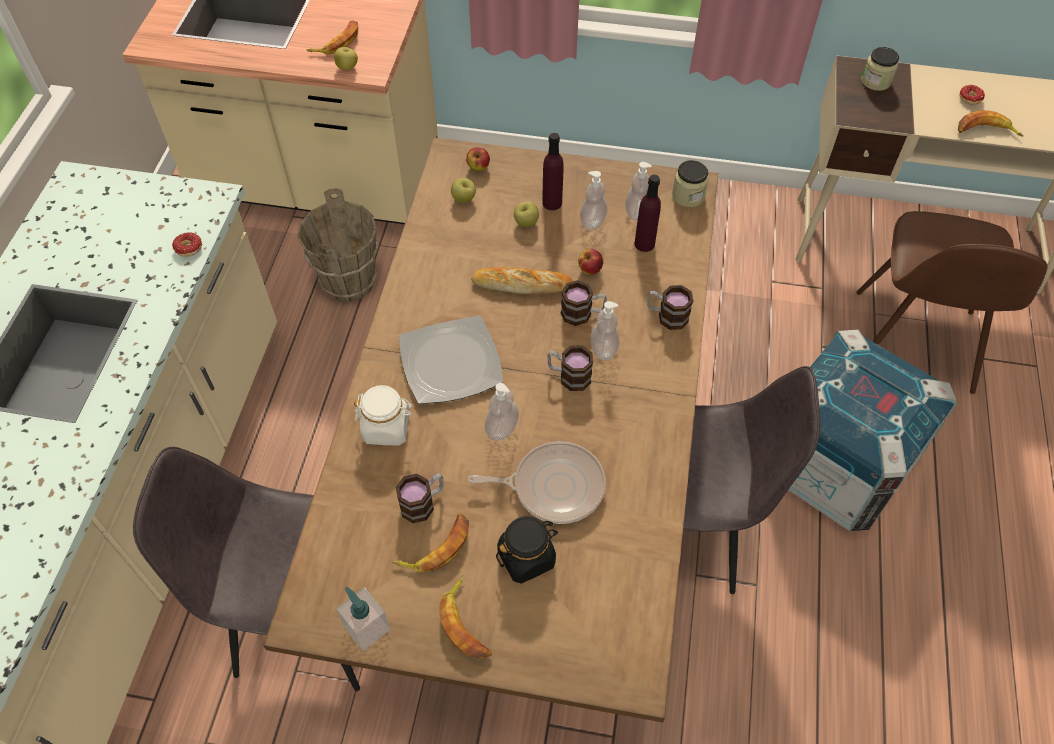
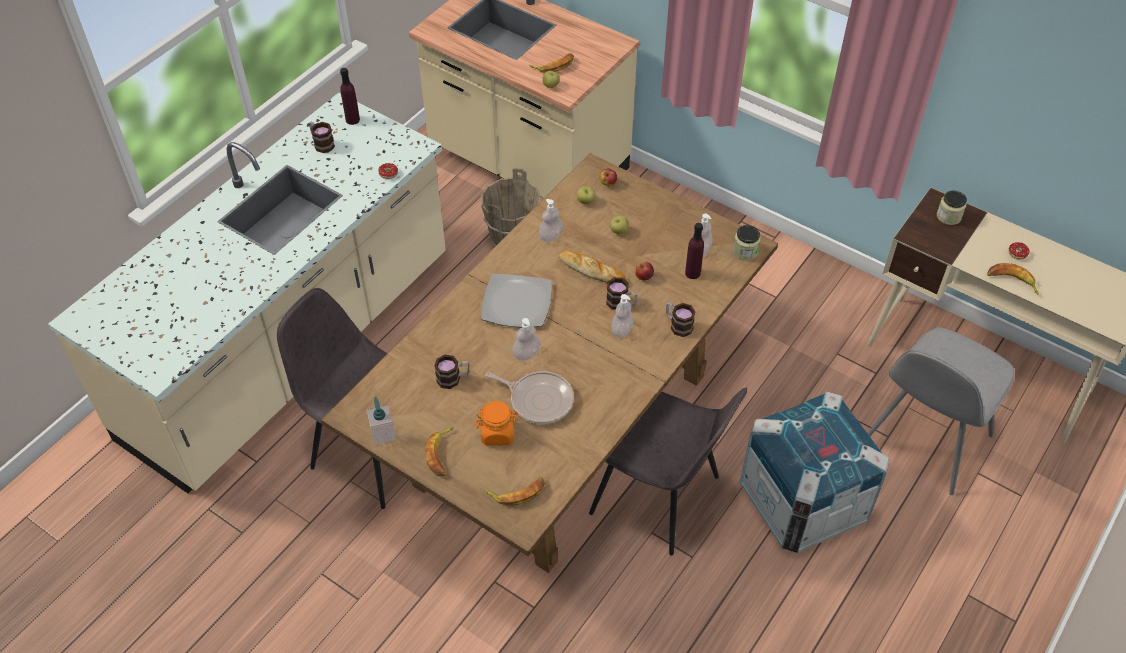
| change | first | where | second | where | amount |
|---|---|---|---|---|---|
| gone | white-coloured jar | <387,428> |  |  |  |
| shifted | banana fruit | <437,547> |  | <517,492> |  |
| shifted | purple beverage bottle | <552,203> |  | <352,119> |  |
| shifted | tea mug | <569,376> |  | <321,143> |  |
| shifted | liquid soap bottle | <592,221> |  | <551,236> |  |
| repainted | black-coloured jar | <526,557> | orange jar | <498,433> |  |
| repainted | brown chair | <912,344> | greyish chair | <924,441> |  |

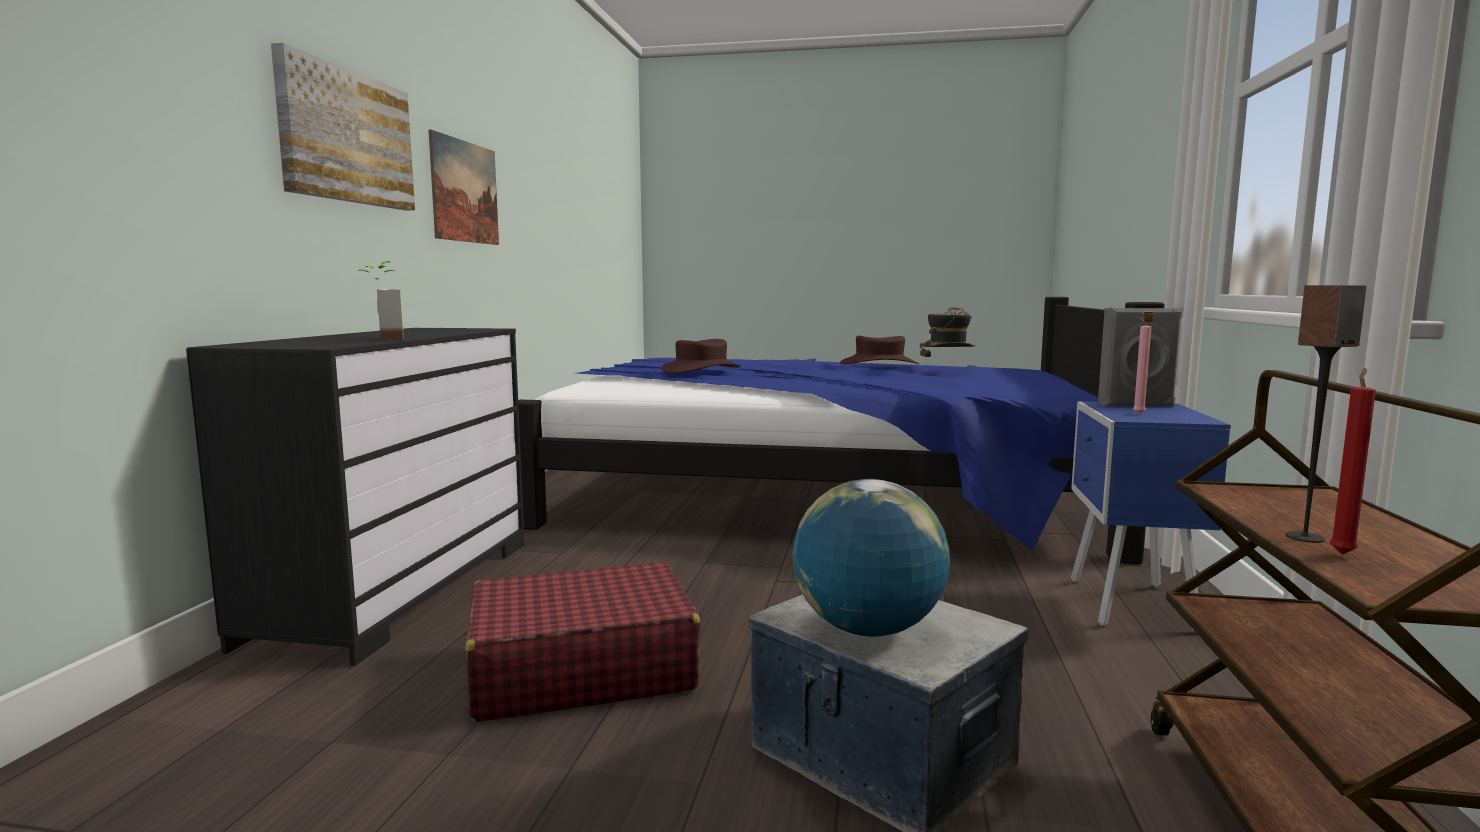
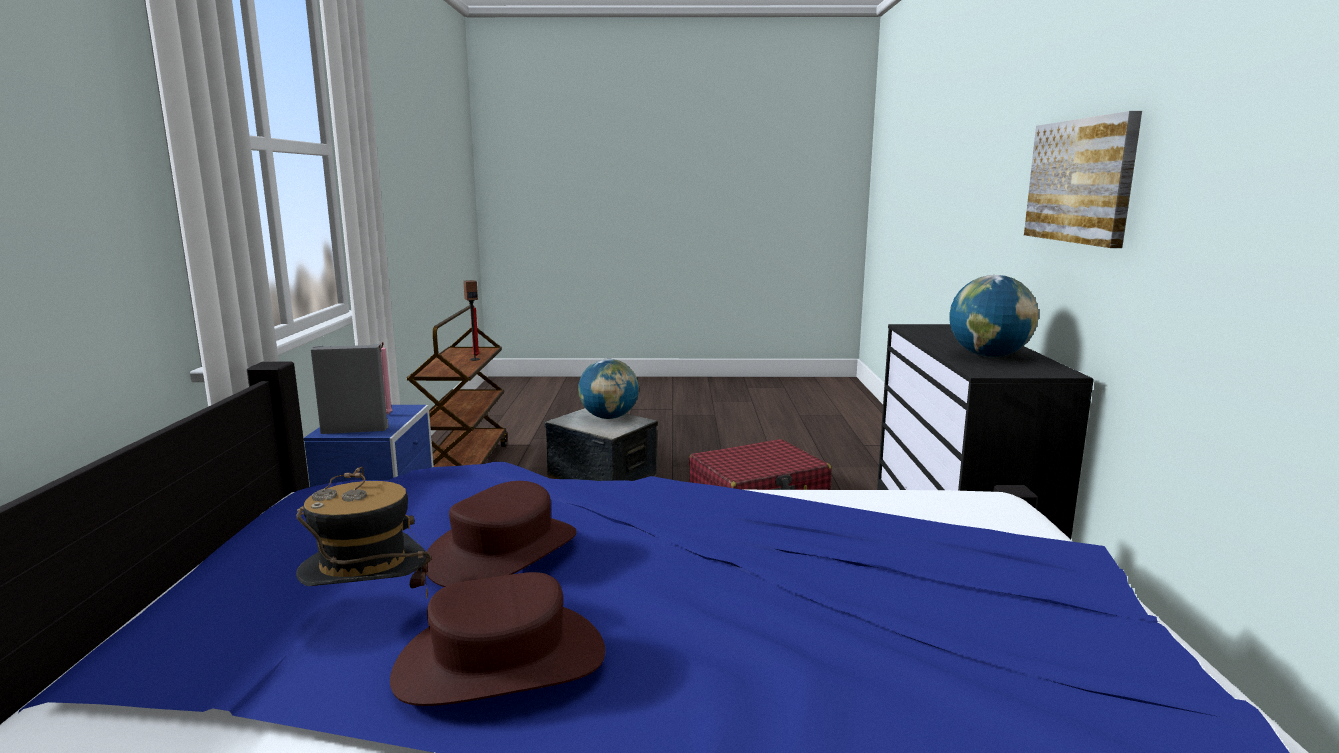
| change | first | where | second | where | amount |
|---|---|---|---|---|---|
| gone | houseplant | <382,339> |  |  |  |
| gone | wall picture | <465,192> |  |  |  |
| new |  |  | desk globe | <988,356> |  |
| shifted | brown clothing hat | <701,370> |  | <503,551> |  |

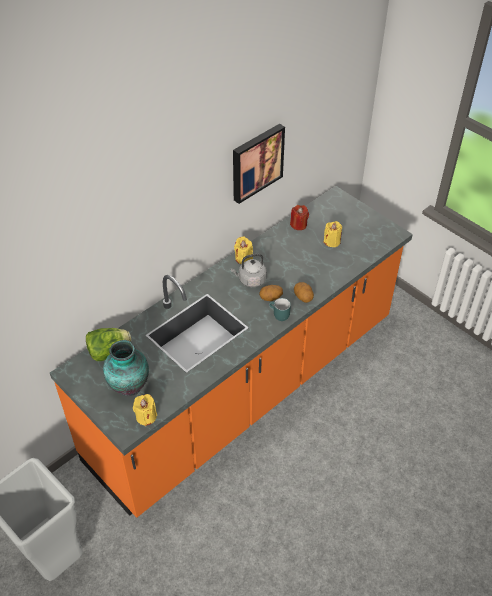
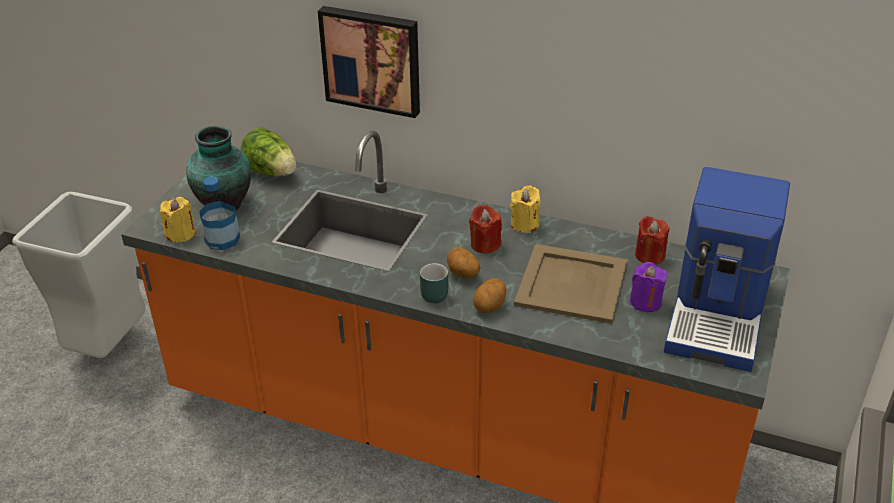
| change | first | where | second | where | amount |
|---|---|---|---|---|---|
| new |  |  | beverage bottle | <222,239> |  |
| new |  |  | beige carrying tray | <571,283> |  |
| new |  |  | coffee machine | <719,314> |  |
| shifted | wall picture | <256,162> |  | <372,59> |  |
| swapped | greyish water kettle | <250,280> | red wax candle | <485,244> |  |
| repainted | yellow wax candle | <332,241> | purple wax candle | <645,302> |  |

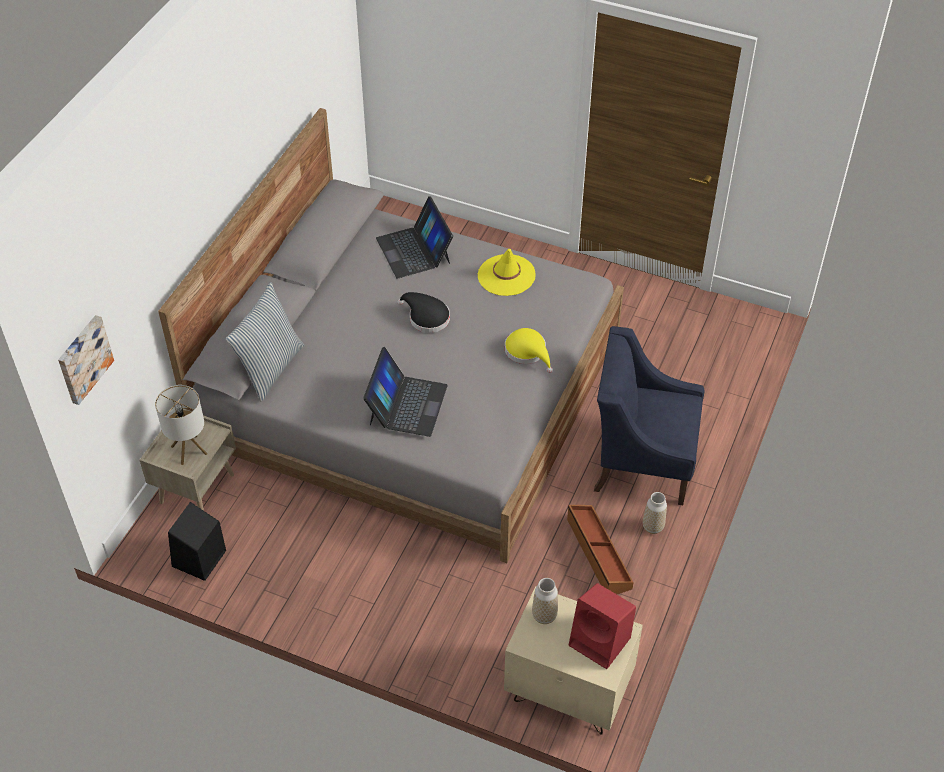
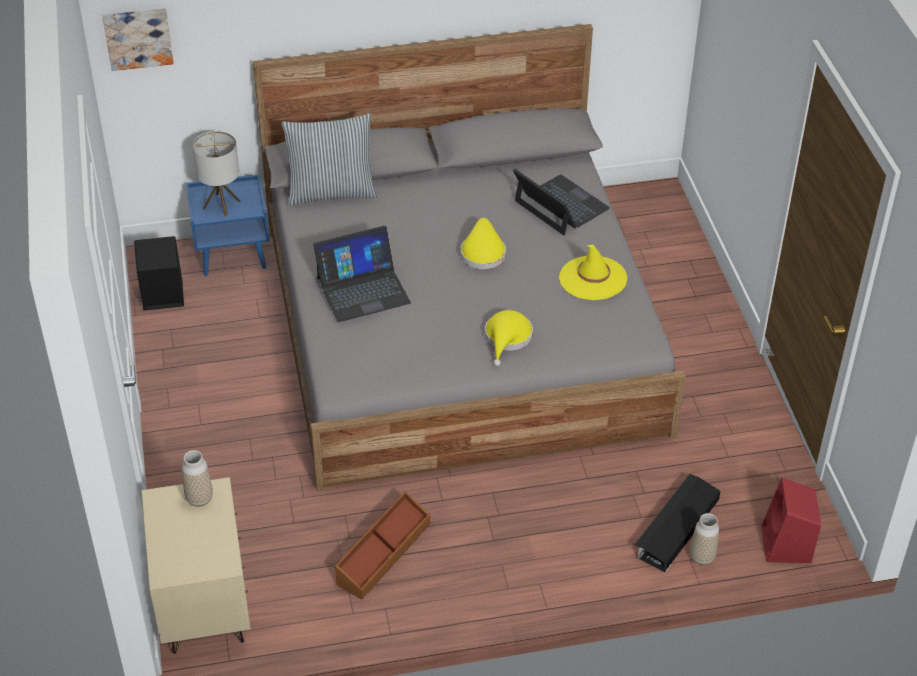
| change | first | where | second | where | amount |
|---|---|---|---|---|---|
| gone | blue-coloured lounge chair | <642,460> |  |  |  |
| new |  |  | black-coloured storage box | <675,527> |  |
| shifted | red loudspeaker | <601,642> |  | <786,546> |  |
| shifted | flower vase | <653,527> |  | <702,557> |  |
| repainted | beige nightstand | <197,488> | blue-coloured nightstand | <233,255> |  |
| repainted | black-coloured clothing hat | <426,317> | yellow clothing hat | <482,252> |  |
| rotated | notebook computer | <414,250> |  | <560,205> | 105 degrees clockwise |

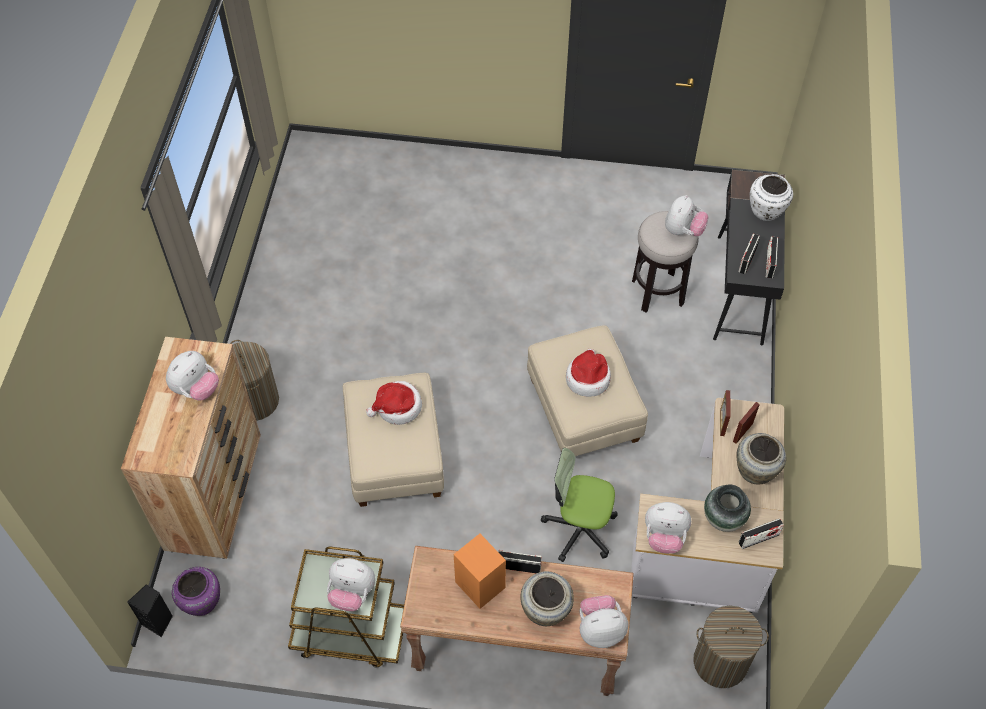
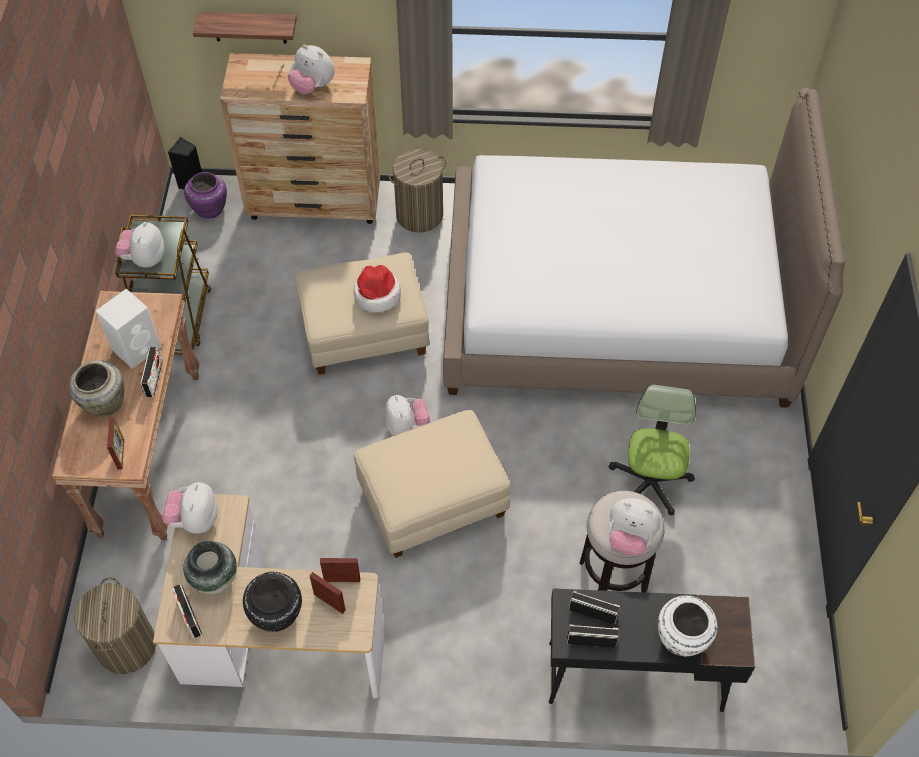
| change | first | where | second | where | amount |
|---|---|---|---|---|---|
| gone | clothing hat | <587,378> |  |  |  |
| new |  |  | standing frame | <120,454> |  |
| new |  |  | bracket shelf | <249,27> |  |
| new |  |  | bed | <617,305> |  |
| shifted | desk chair | <579,528> |  | <650,482> |  |
| shifted | soft toy | <600,629> |  | <406,427> |  |
| repainted | orange loudspeaker | <479,584> | white-coloured loudspeaker | <137,347> |  |
| repainted | beige flower vase | <756,471> | black-coloured flower vase | <277,616> |  |

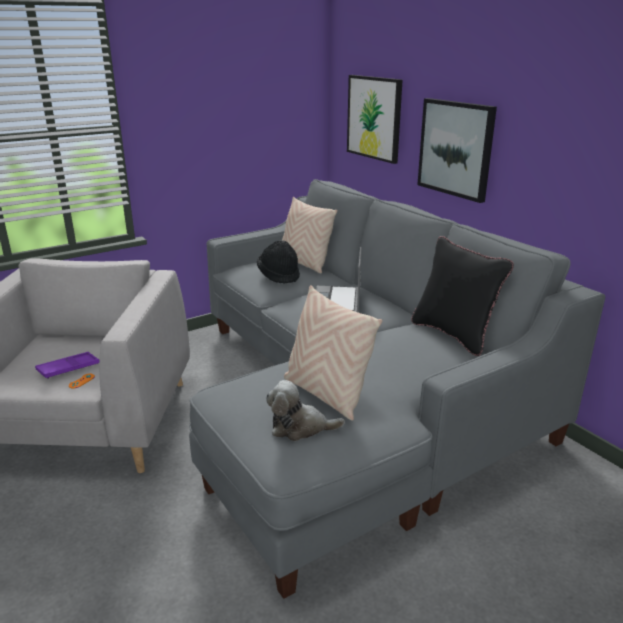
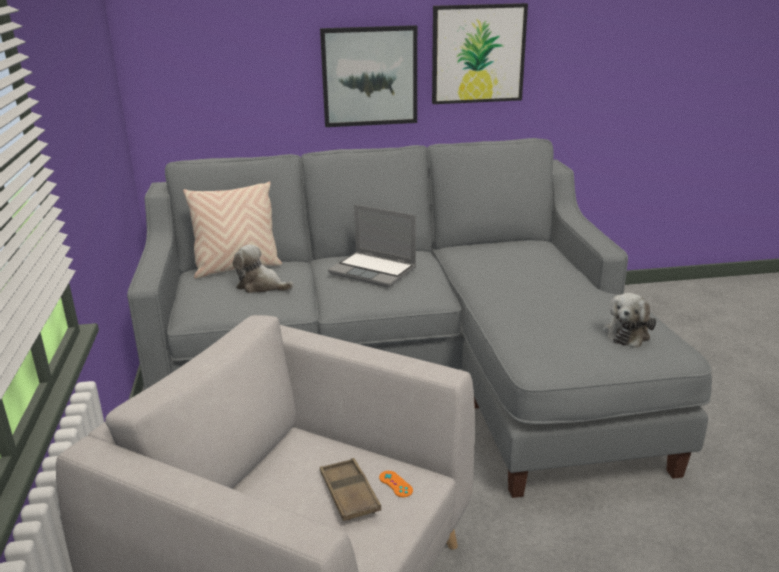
| change | first | where | second | where | amount |
|---|---|---|---|---|---|
| gone | beige pillow | <326,394> |  |  |  |
| gone | black-coloured pillow | <453,334> |  |  |  |
| shifted | wall picture | <374,118> |  | <478,54> |  |
| swapped | black-coloured clothing hat | <279,275> | soft toy | <261,286> |  |
| repainted | purple carrying tray | <68,368> | brown carrying tray | <349,494> |  |

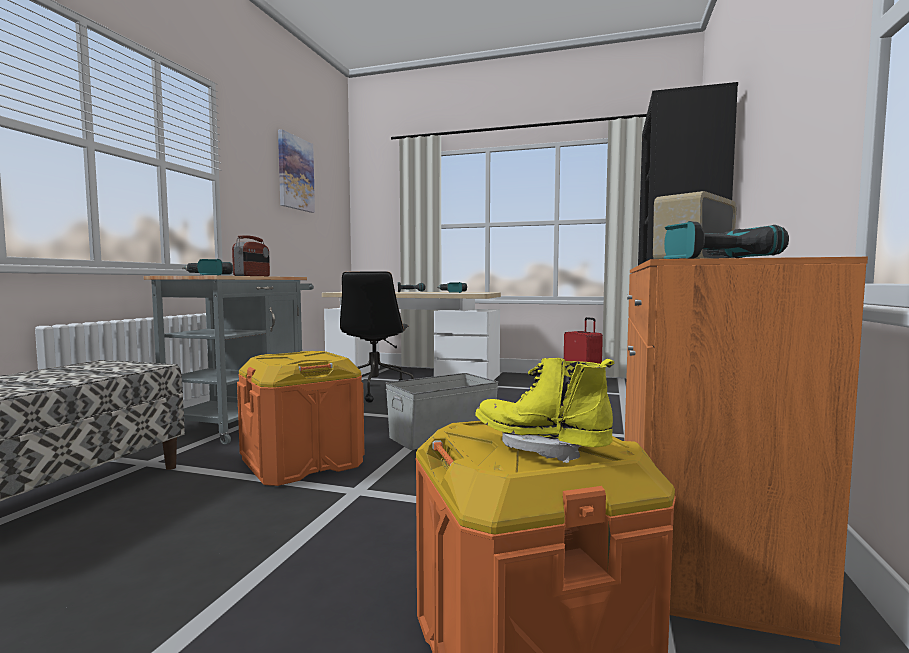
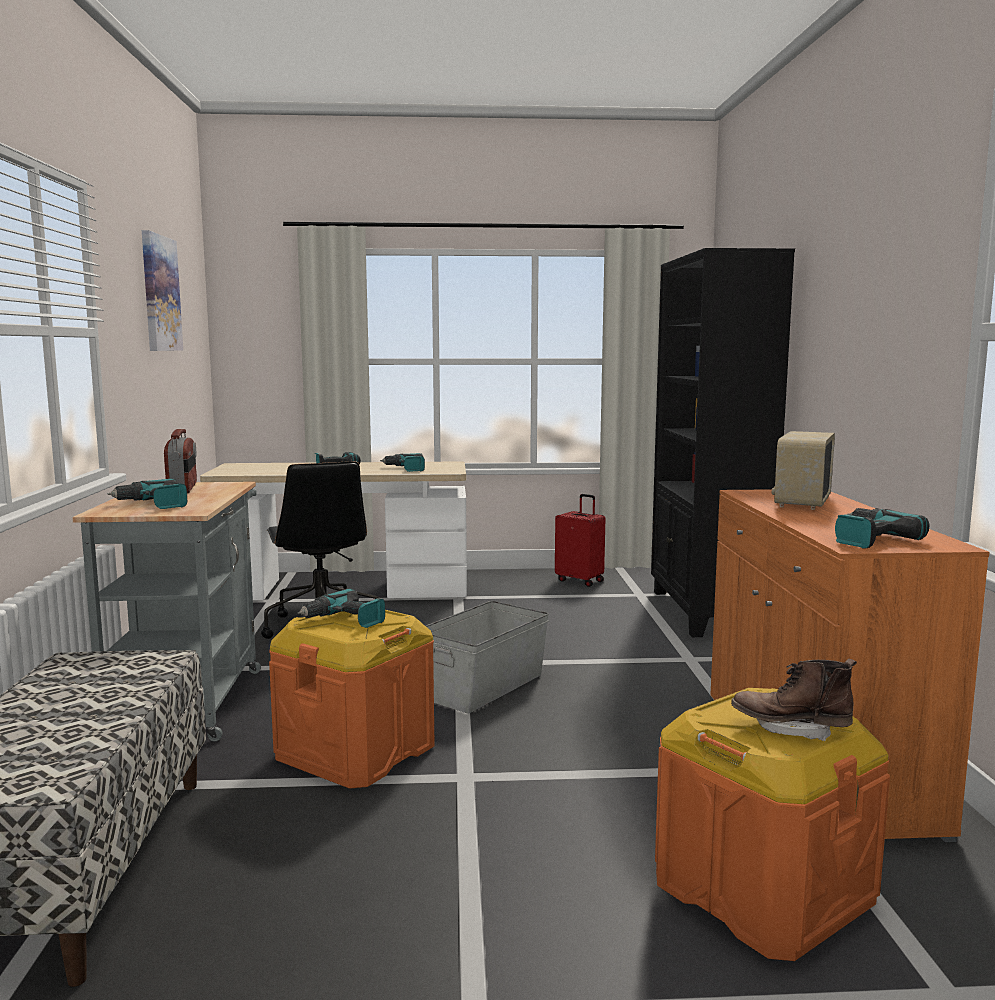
| change | first | where | second | where | amount |
|---|---|---|---|---|---|
| new |  |  | electric drill | <345,620> |  |
| repainted | yellow boot | <540,448> | brown boot | <790,729> |  |

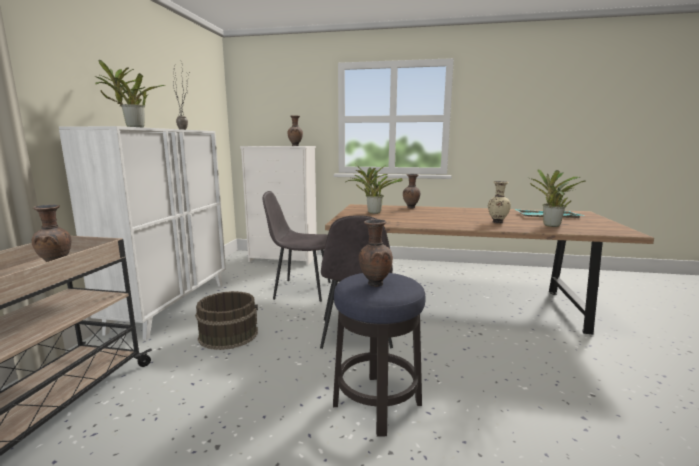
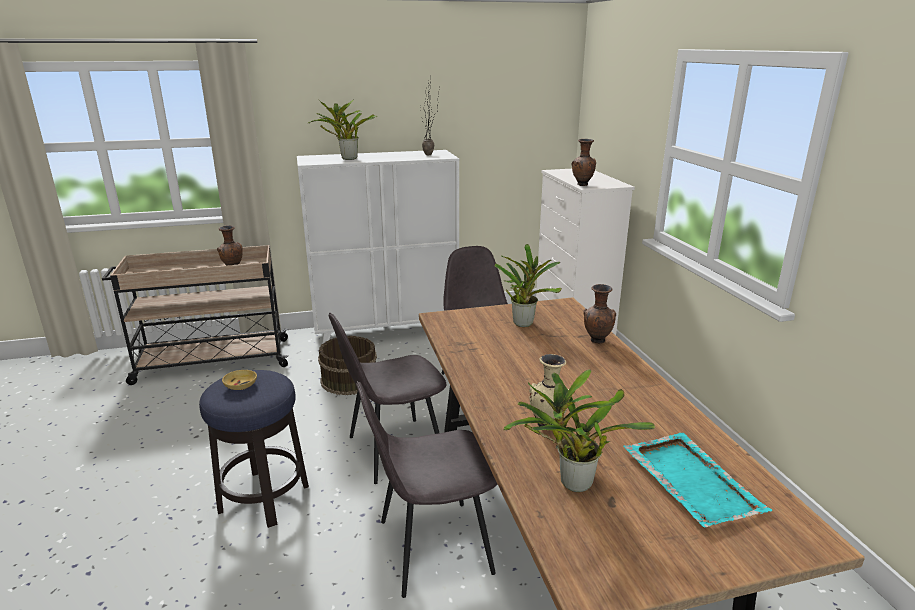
| change | first | where | second | where | amount |
|---|---|---|---|---|---|
| new |  |  | greyish chair | <431,547> |  |
| swapped | brown flower vase | <374,284> | beige bowl | <240,385> |  |

